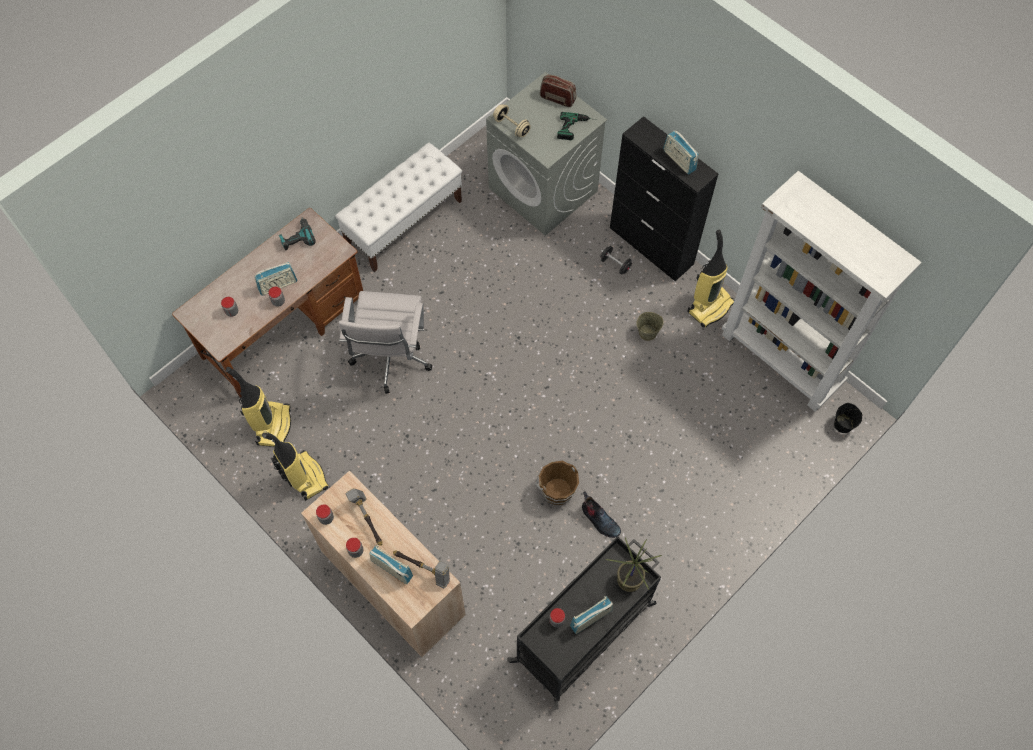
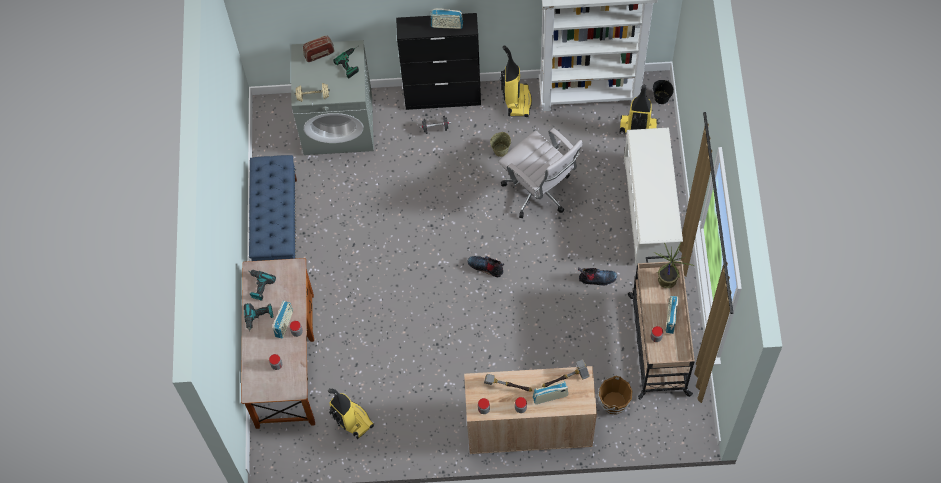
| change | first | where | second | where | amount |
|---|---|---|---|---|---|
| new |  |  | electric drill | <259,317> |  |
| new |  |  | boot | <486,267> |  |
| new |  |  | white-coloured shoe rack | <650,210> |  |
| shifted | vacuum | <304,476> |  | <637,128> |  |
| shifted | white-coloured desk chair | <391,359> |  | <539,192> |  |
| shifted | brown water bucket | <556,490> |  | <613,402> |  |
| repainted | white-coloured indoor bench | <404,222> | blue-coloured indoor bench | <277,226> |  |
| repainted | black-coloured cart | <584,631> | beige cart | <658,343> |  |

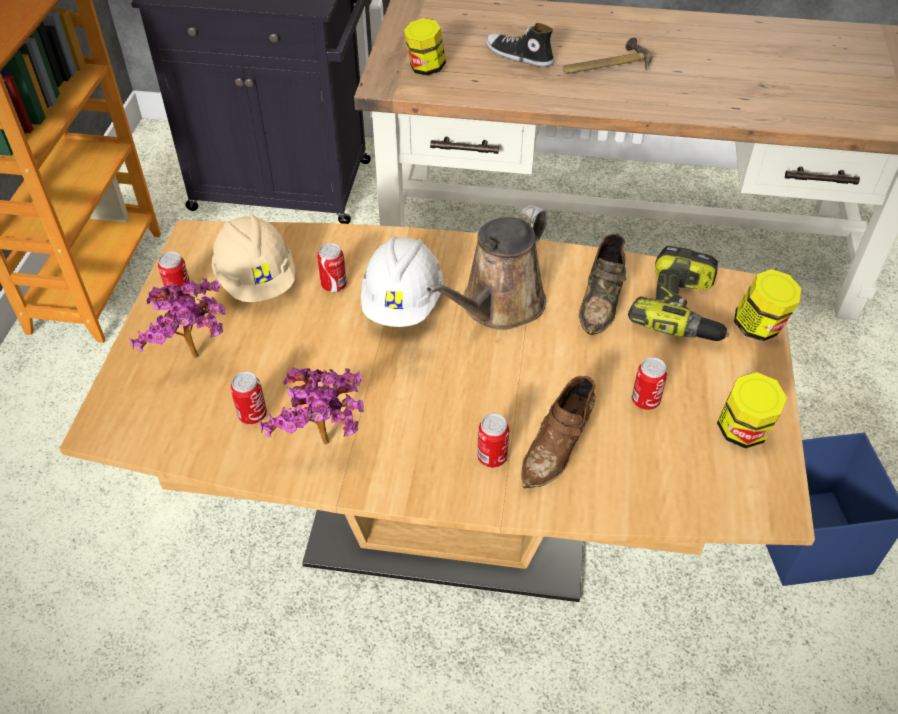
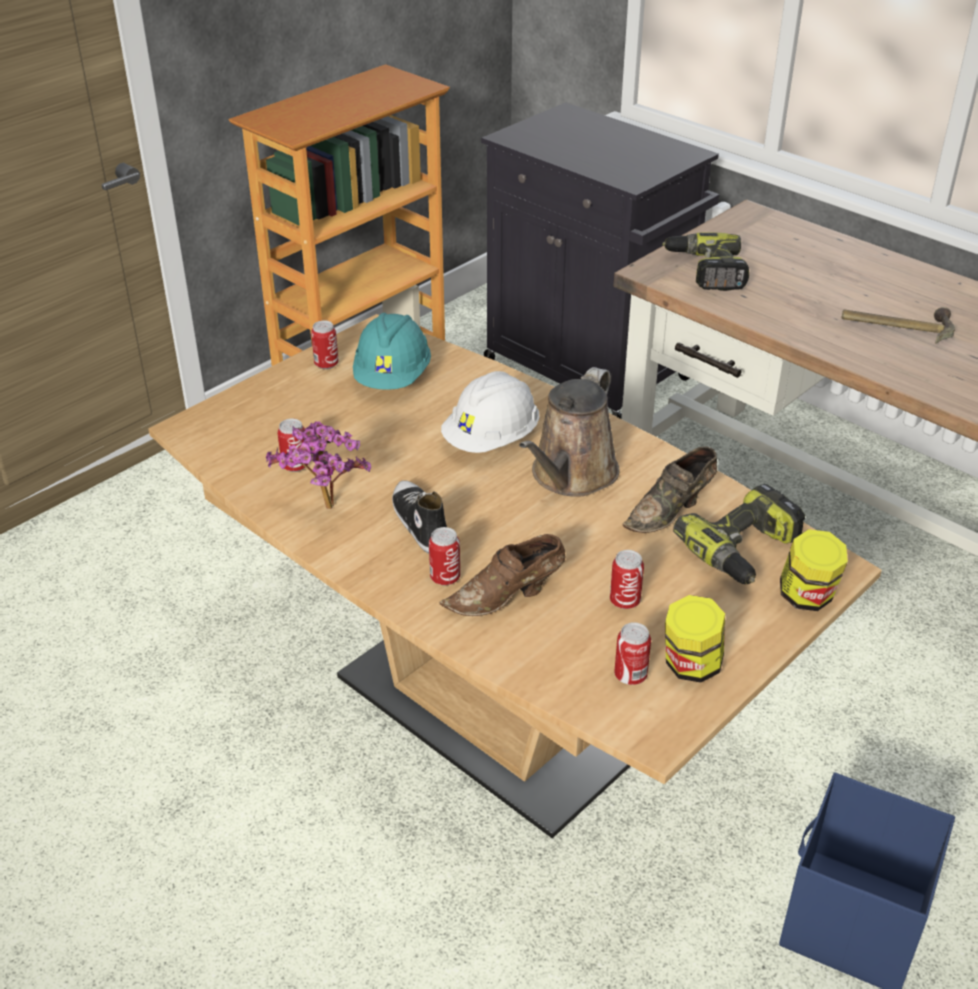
| change | first | where | second | where | amount |
|---|---|---|---|---|---|
| gone | houseplant | <198,360> |  |  |  |
| shifted | can | <334,285> |  | <630,676> |  |
| shifted | low shoe | <518,56> |  | <419,524> |  |
| swapped | jar | <425,68> | electric drill | <705,271> |  |
| repainted | beige safety helmet | <257,280> | turquoise-coloured safety helmet | <393,378> |  |
| rotated | brown sprinkling can | <498,306> |  | <571,476> | 45 degrees counterclockwise |

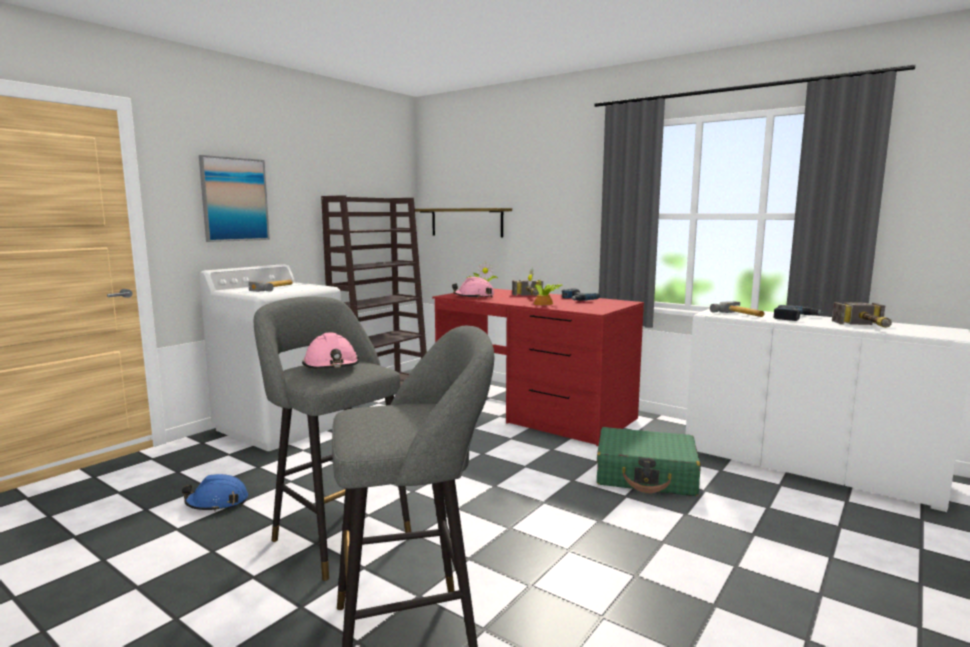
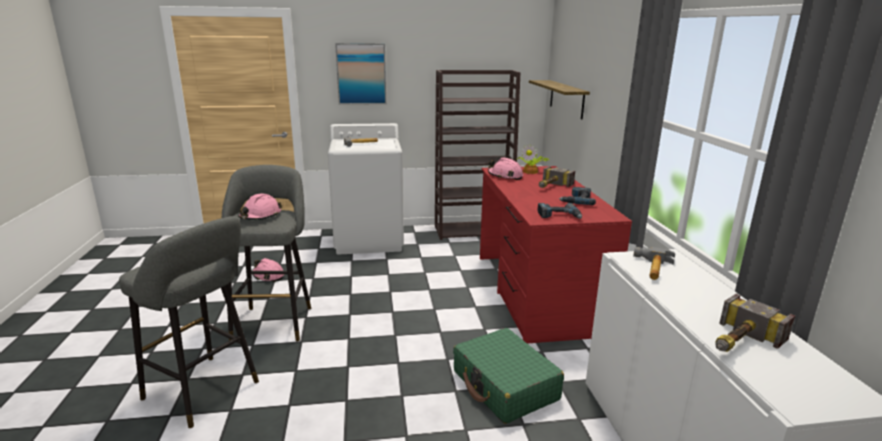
| change | first | where | second | where | amount |
|---|---|---|---|---|---|
| gone | houseplant | <544,303> |  |  |  |
| shifted | electric drill | <795,317> |  | <559,216> |  |
| repainted | blue-coloured safety helmet | <217,503> | pink-coloured safety helmet | <268,276> |  |

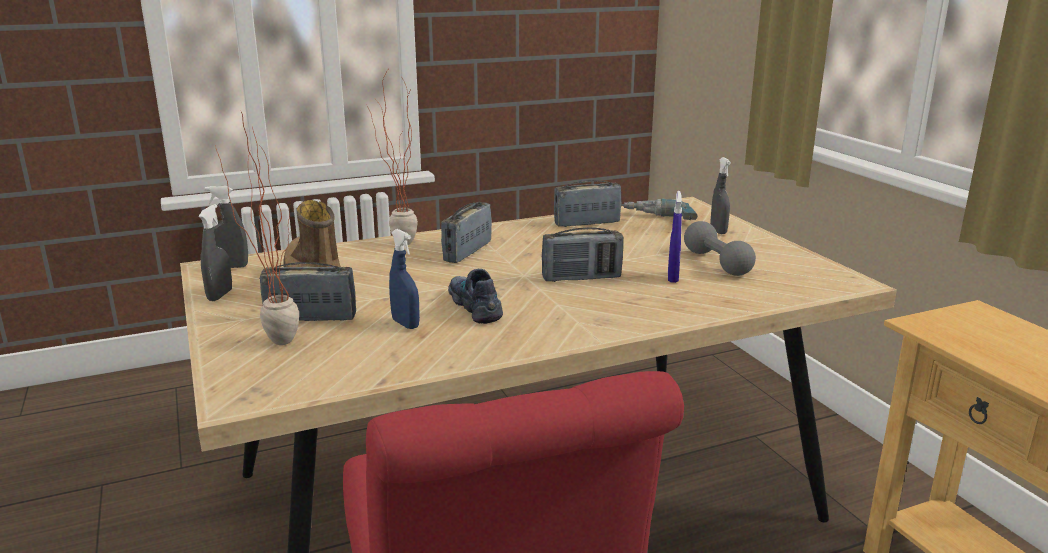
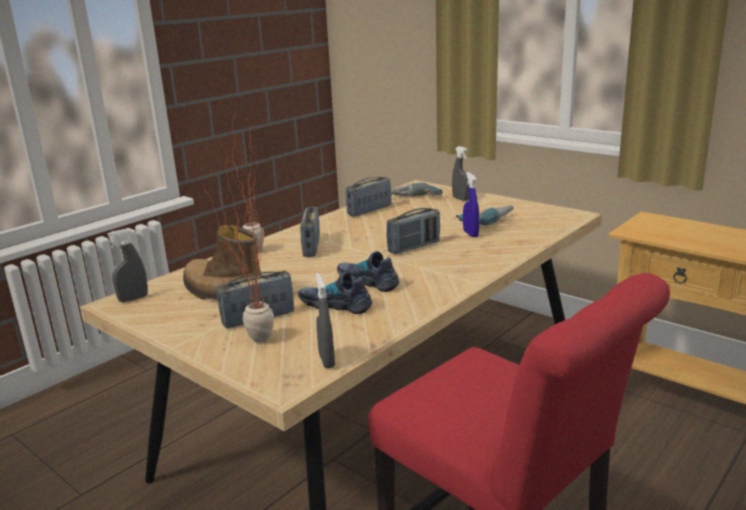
| change | first | where | second | where | amount |
|---|---|---|---|---|---|
| shifted | greyish spray bottle | <220,295> |  | <326,361> |  |
| swapped | blue-coloured spray bottle | <405,324> | low shoe | <335,305> |  |
| swapped | greyish free weight | <716,263> | electric drill | <485,219> |  |

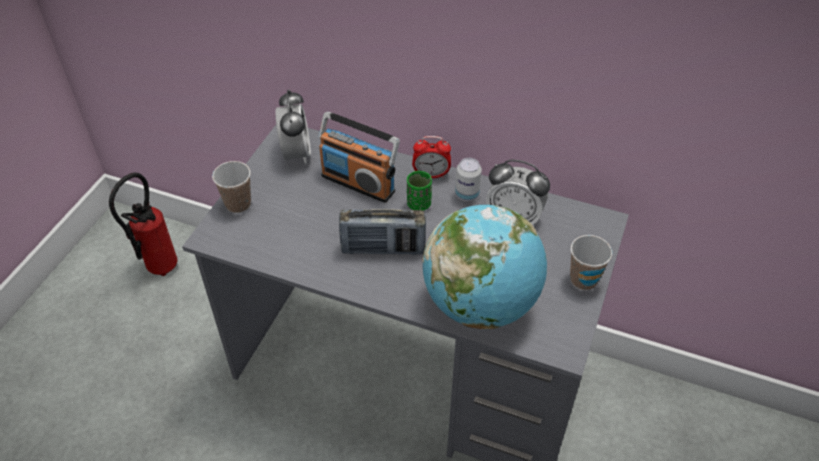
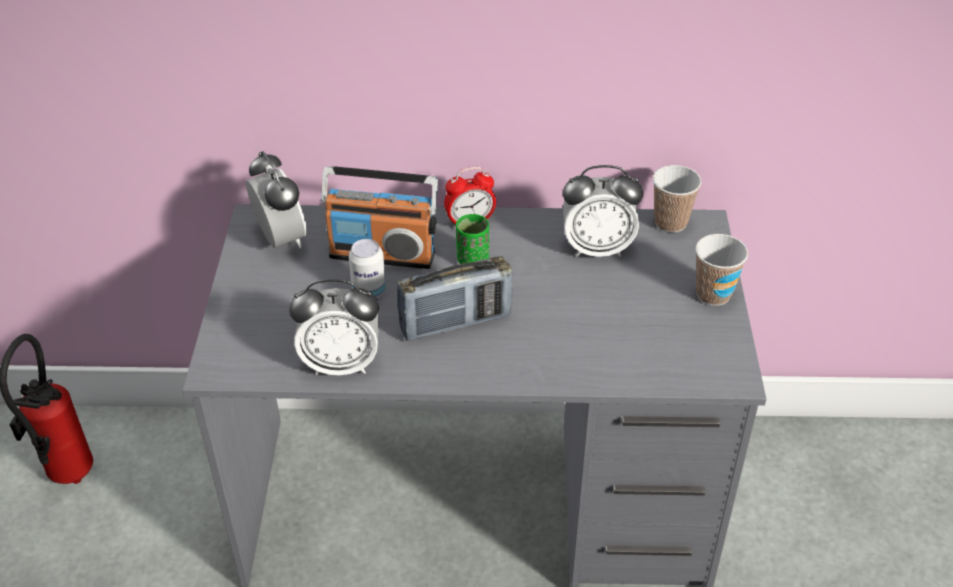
| change | first | where | second | where | amount |
|---|---|---|---|---|---|
| gone | desk globe | <480,304> |  |  |  |
| new |  |  | table clock | <341,364> |  |
| shifted | cup | <238,204> |  | <670,222> |  |
| shifted | can | <467,195> |  | <369,292> |  |

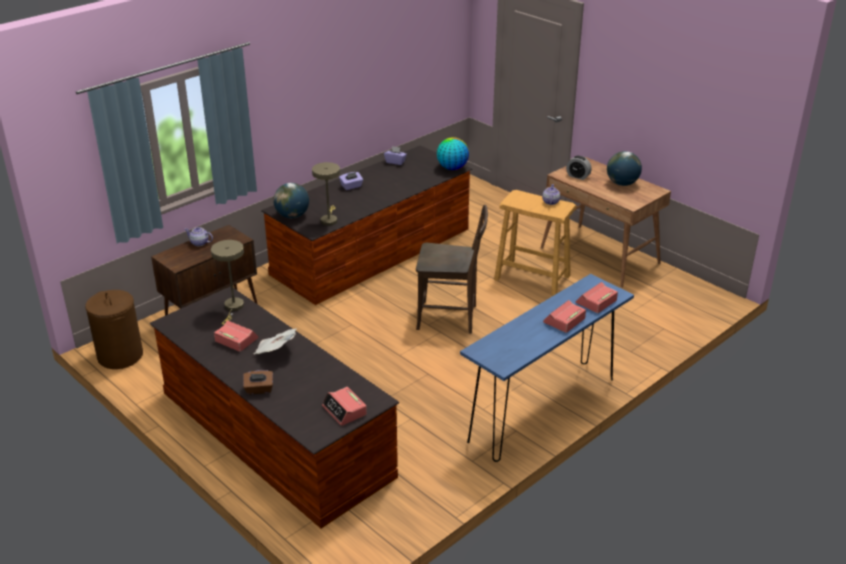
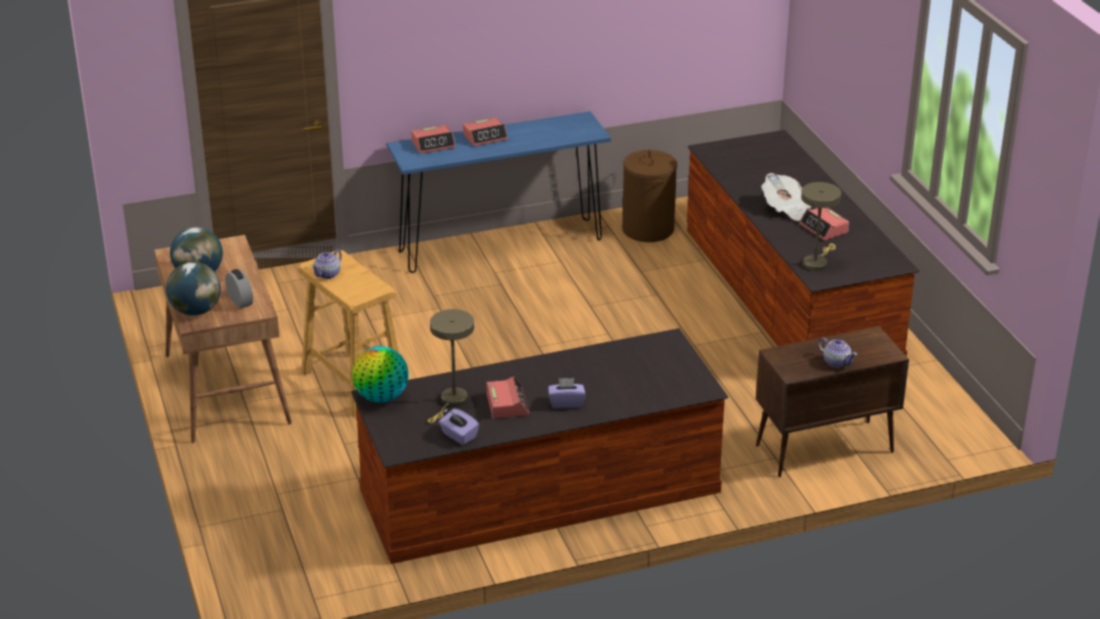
| change | first | where | second | where | amount |
|---|---|---|---|---|---|
| gone | brown tissue box | <259,389> |  |  |  |
| gone | brown chair | <450,318> |  |  |  |
| shifted | brown washing basket | <120,356> |  | <648,229> |  |
| shifted | desk globe | <292,216> |  | <195,311> |  |
| shifted | beige tabletop lamp | <329,219> |  | <452,402> |  |
| shifted | table clock | <344,411> |  | <507,404> |  |

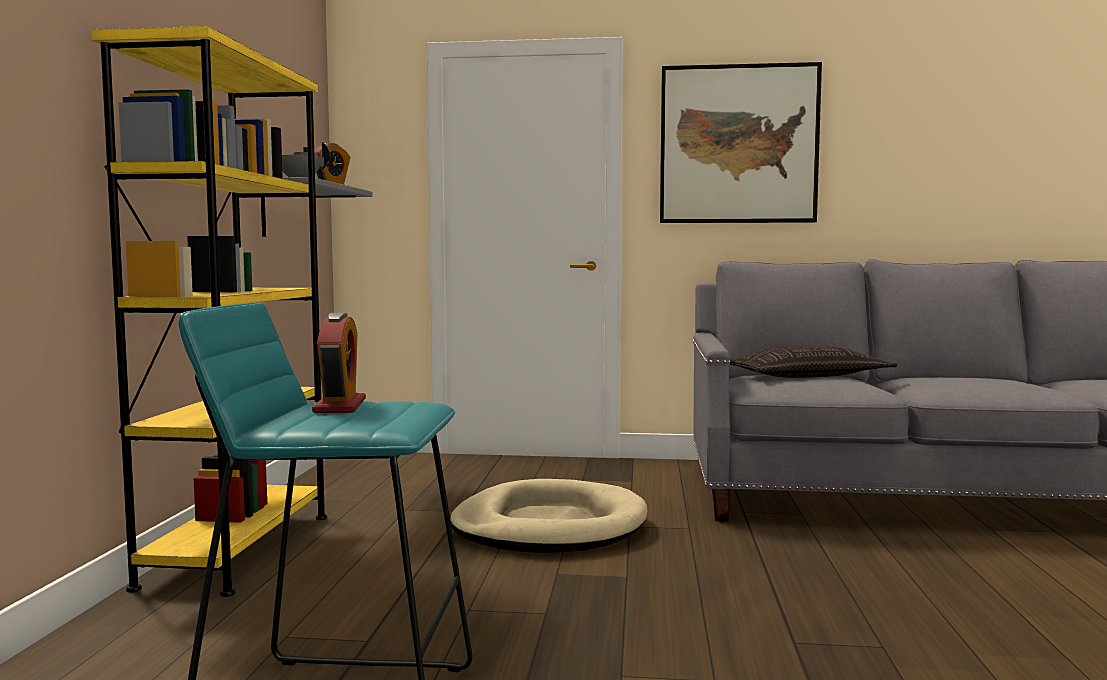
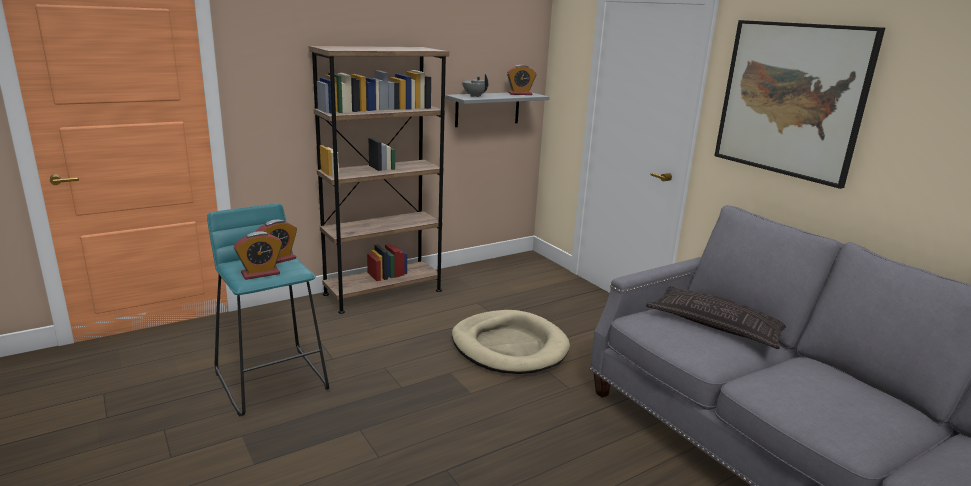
| change | first | where | second | where | amount |
|---|---|---|---|---|---|
| new |  |  | table clock | <260,273> |  |
| repainted | yellow bookcase | <239,549> | brown bookcase | <383,292> |  |

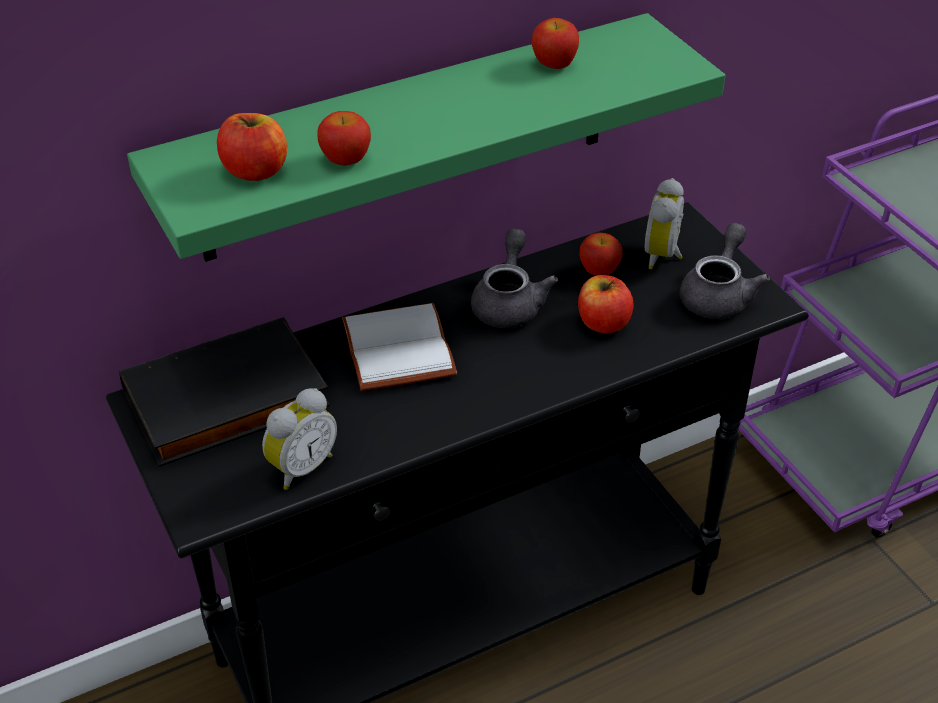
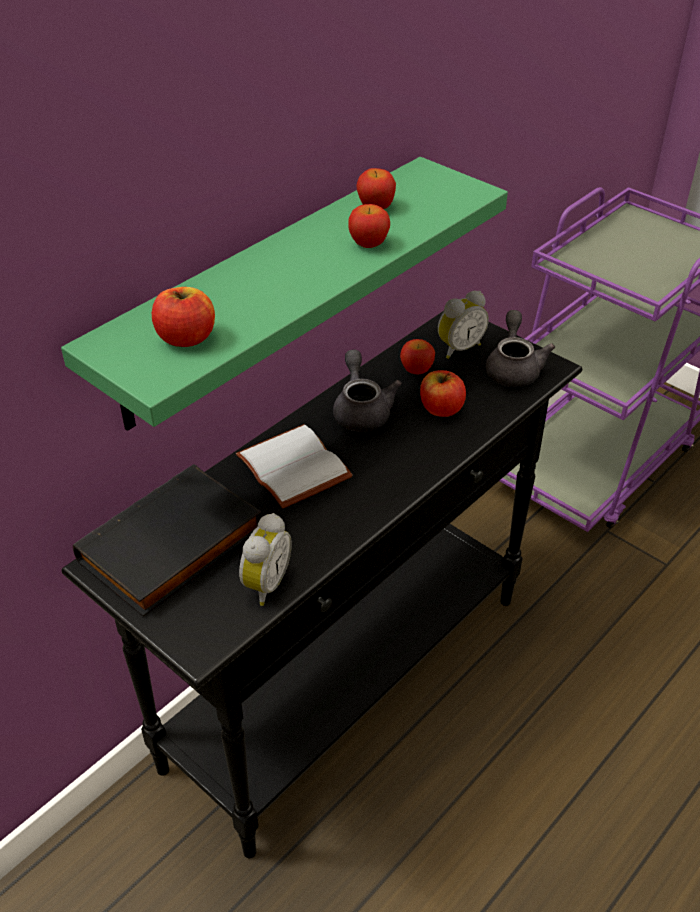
| change | first | where | second | where | amount |
|---|---|---|---|---|---|
| shifted | apple fruit | <346,160> |  | <368,243> |  |
| rotated | table clock | <664,256> |  | <458,348> | 120 degrees counterclockwise |

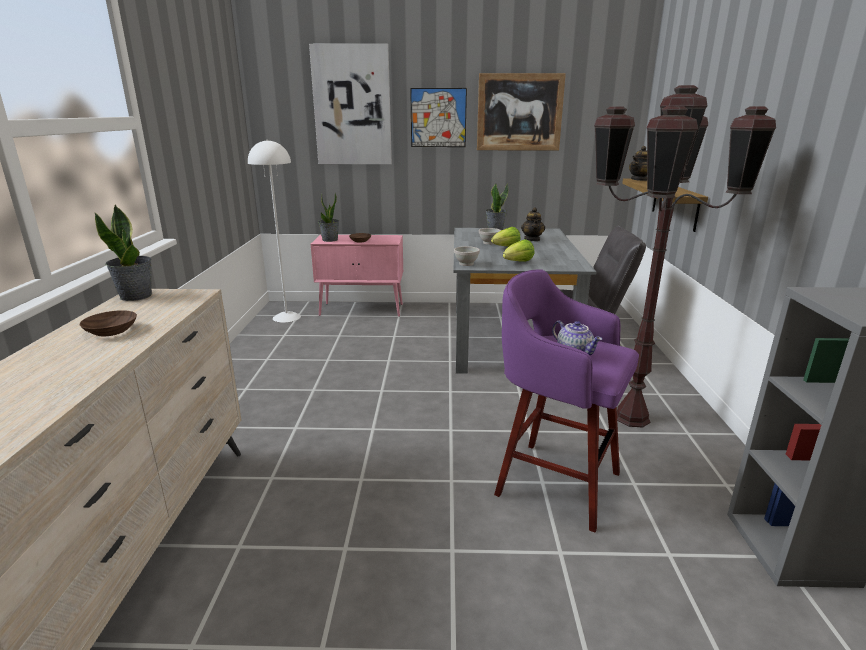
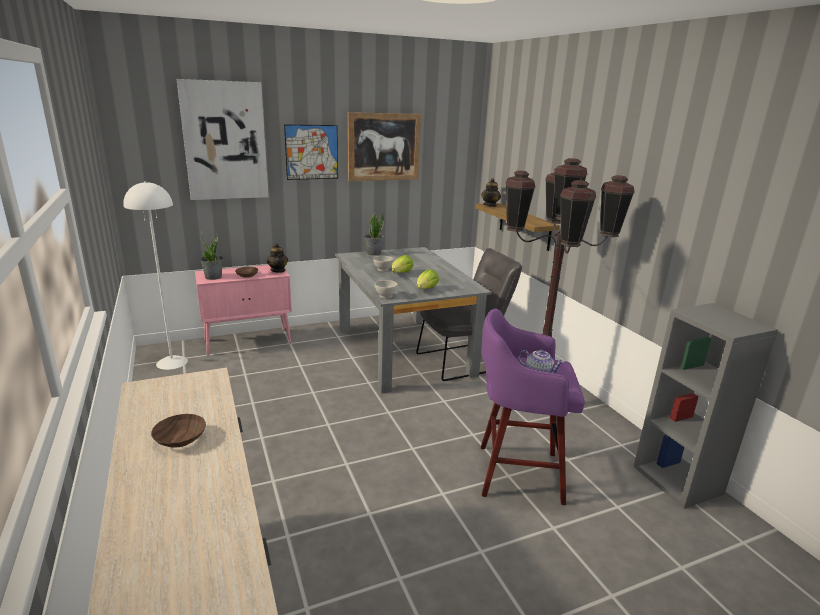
| change | first | where | second | where | amount |
|---|---|---|---|---|---|
| gone | houseplant | <136,296> |  |  |  |
| shifted | tea pot | <532,239> |  | <278,270> |  |

